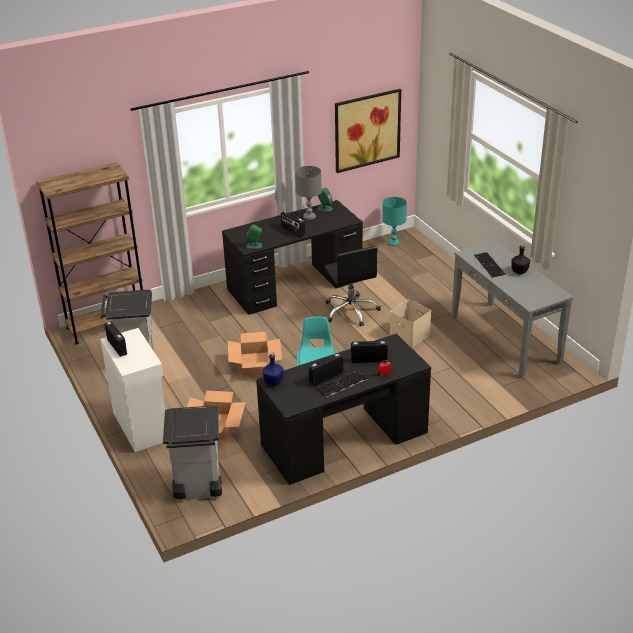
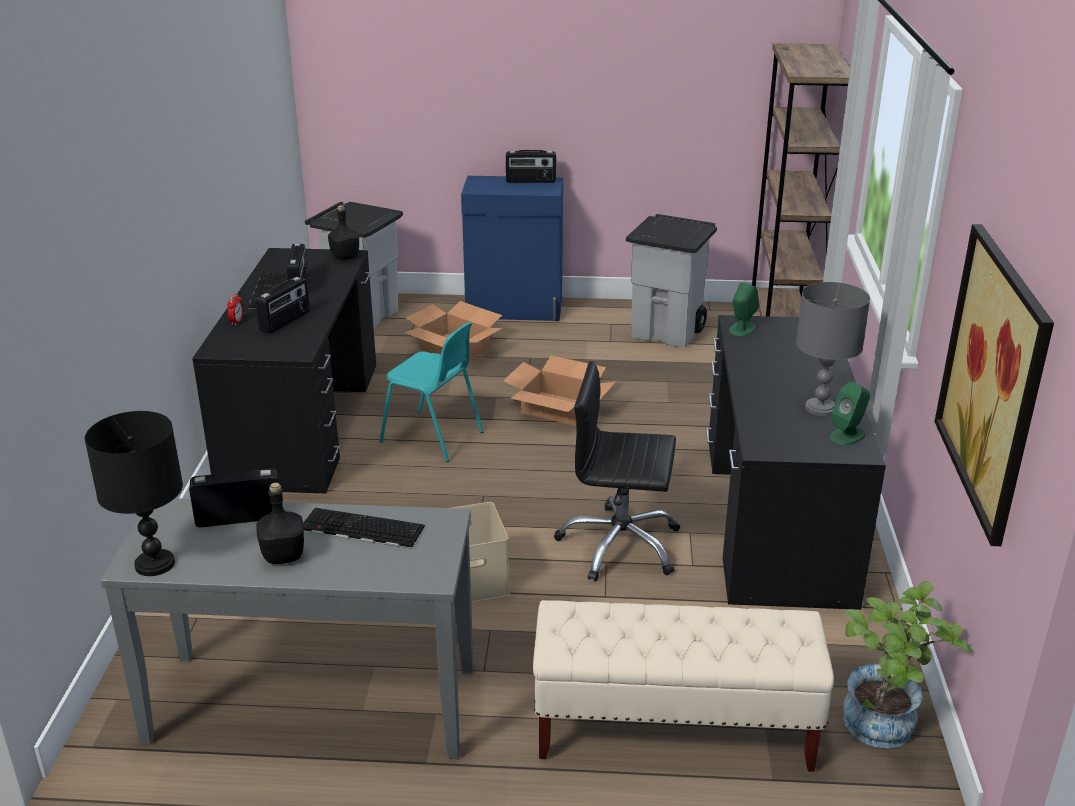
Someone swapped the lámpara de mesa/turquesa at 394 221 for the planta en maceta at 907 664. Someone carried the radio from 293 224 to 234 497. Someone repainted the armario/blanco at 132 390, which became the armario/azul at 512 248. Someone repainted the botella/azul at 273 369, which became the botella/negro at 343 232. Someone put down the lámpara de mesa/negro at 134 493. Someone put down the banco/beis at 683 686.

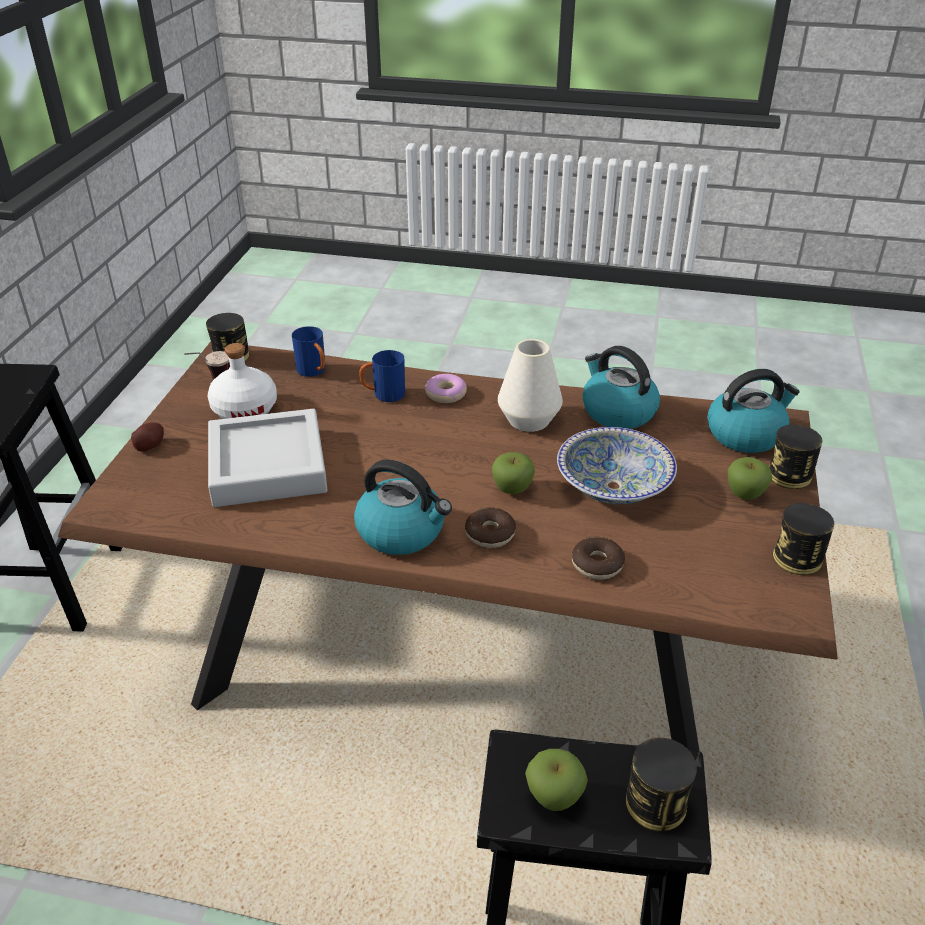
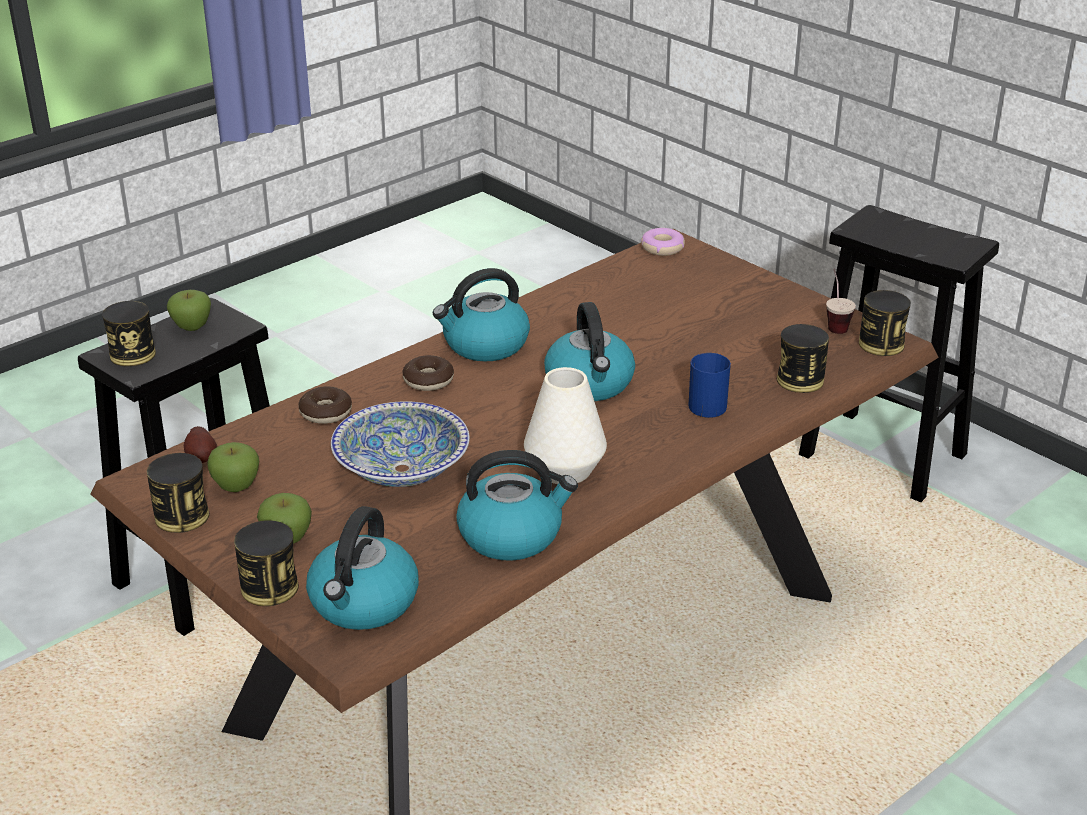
Someone swapped the taza grande/azul at 309 351 for the lata at 803 358. Someone took away the botella/blanco at 242 381. Someone carried the rosquilla from 446 388 to 663 242. Someone took away the bandeja/gris at 267 458. Someone carried the patata from 147 437 to 200 444. Someone carried the manzana from 513 473 to 233 467. Someone put down the hervidor at 589 351.

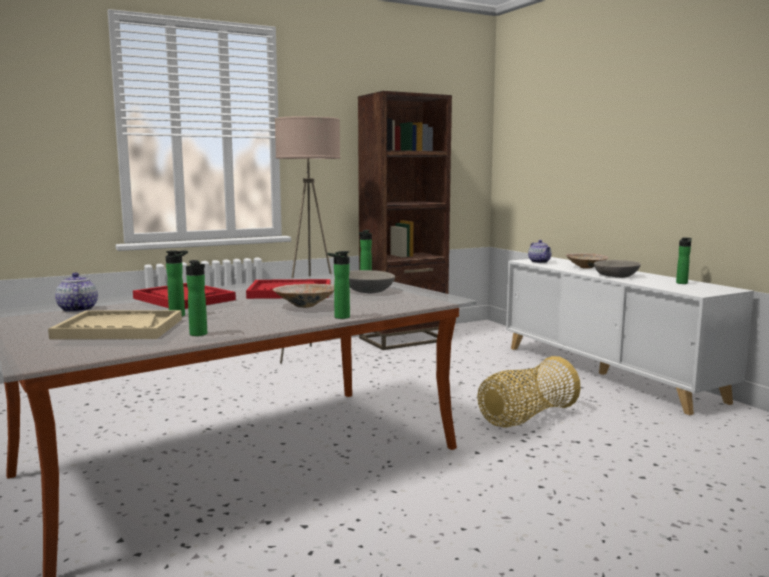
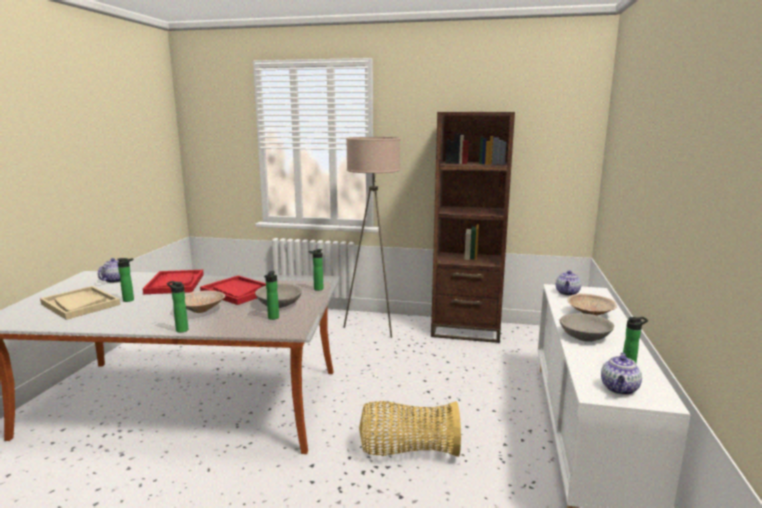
Someone carried the botella from 196 298 to 271 295. Someone put down the tetera at 621 373.

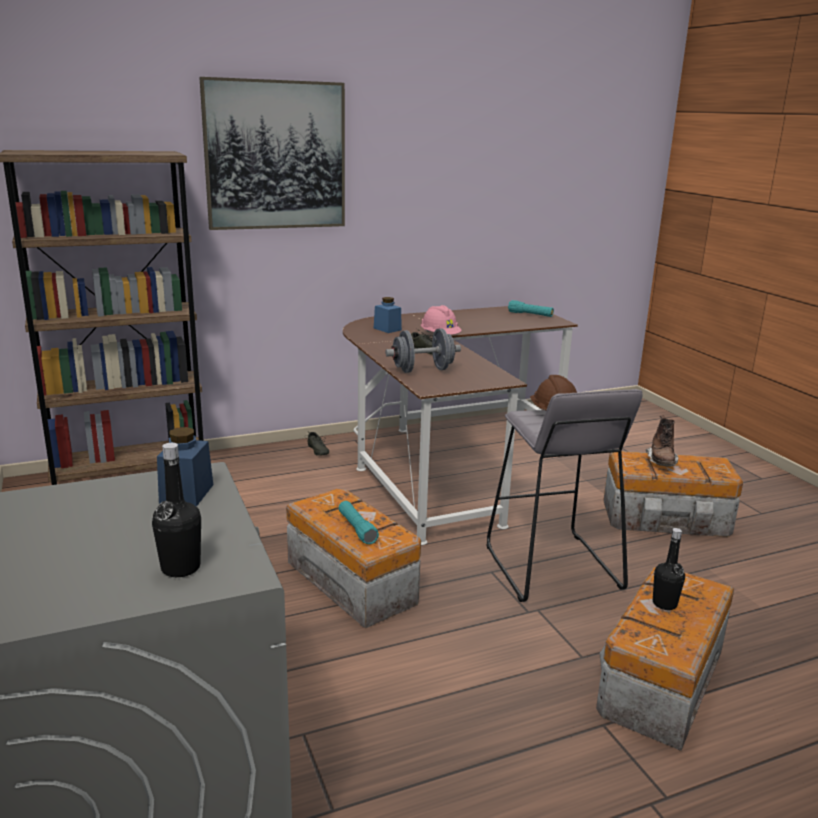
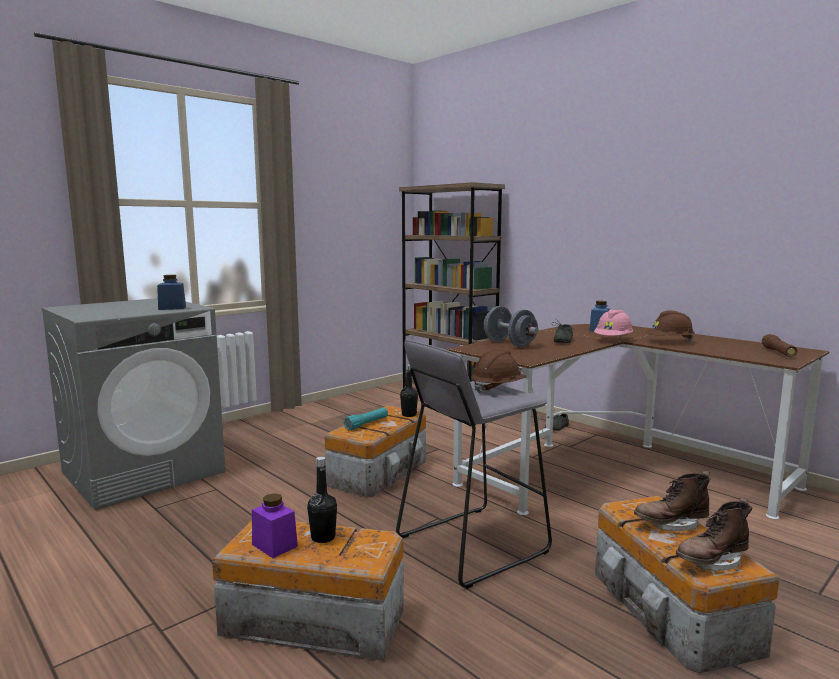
Someone took away the cuadro at 272 153. Someone repainted the linterna/turquesa at 531 308, which became the linterna/marrón at 780 345. Someone carried the botella/negro from 176 510 to 409 391. Someone put down the casco/marrón at 670 326. Someone put down the tarro/morado at 275 525. Someone put down the bota/marrón at 714 534.

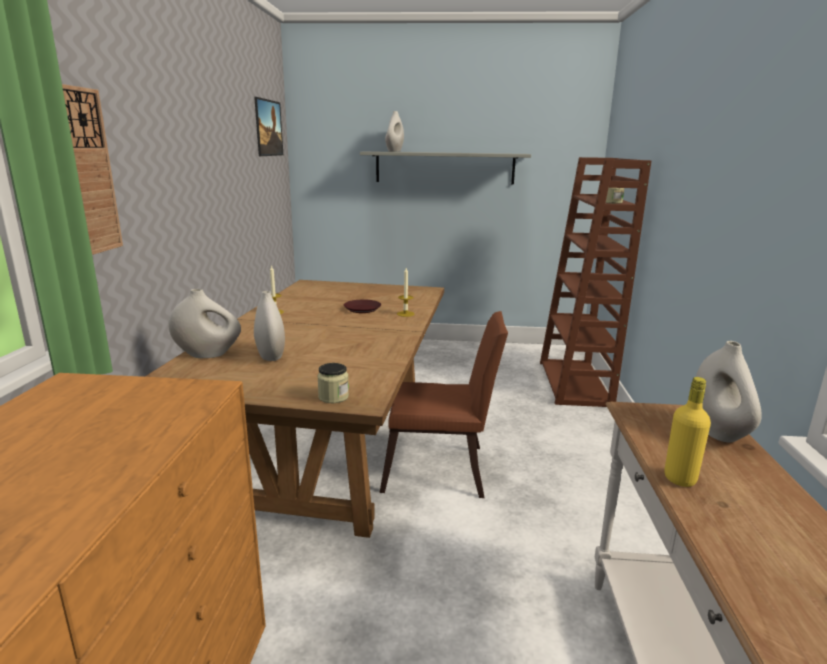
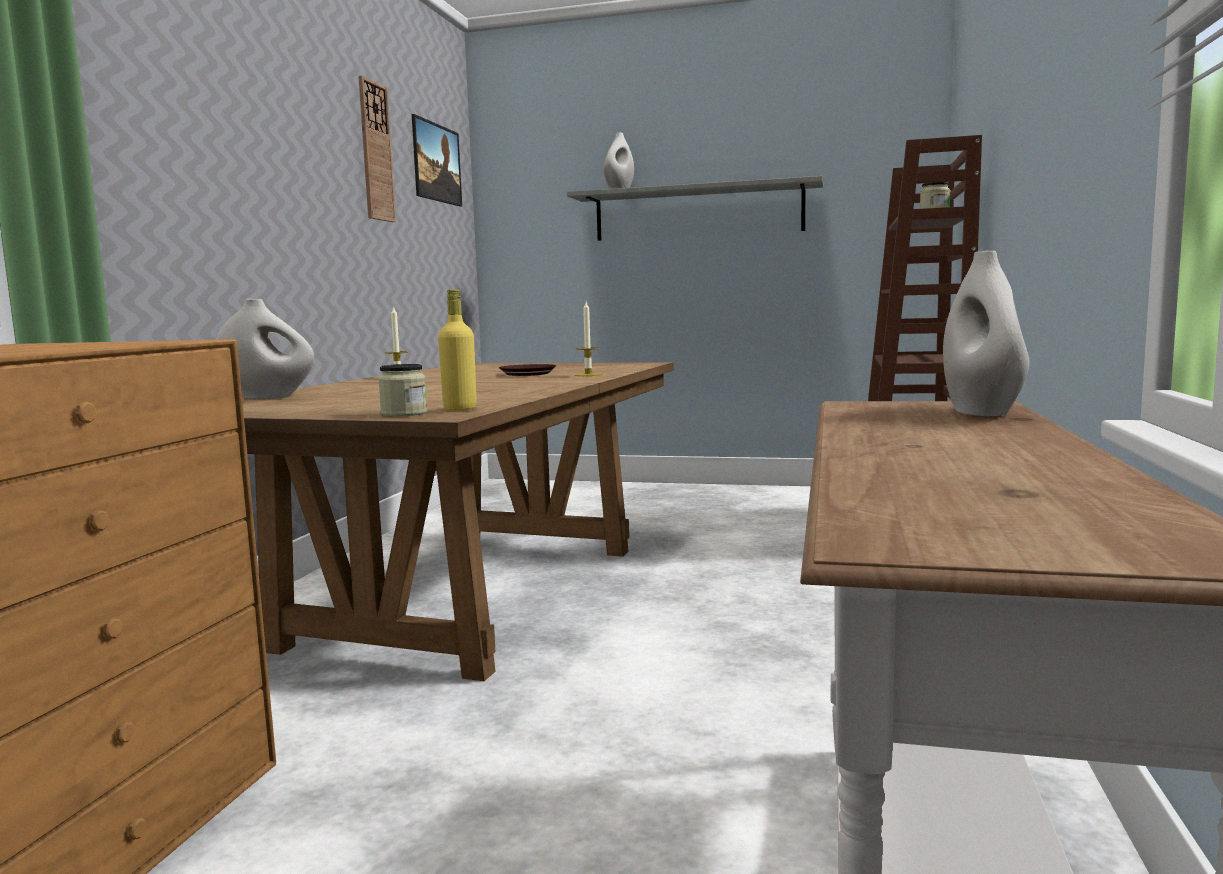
Someone carried the reloj de pared from 92 169 to 377 148. Someone took away the florero/blanco at 269 326. Someone took away the silla/marrón at 443 404. Someone carried the botella/amarillo from 687 432 to 457 350.

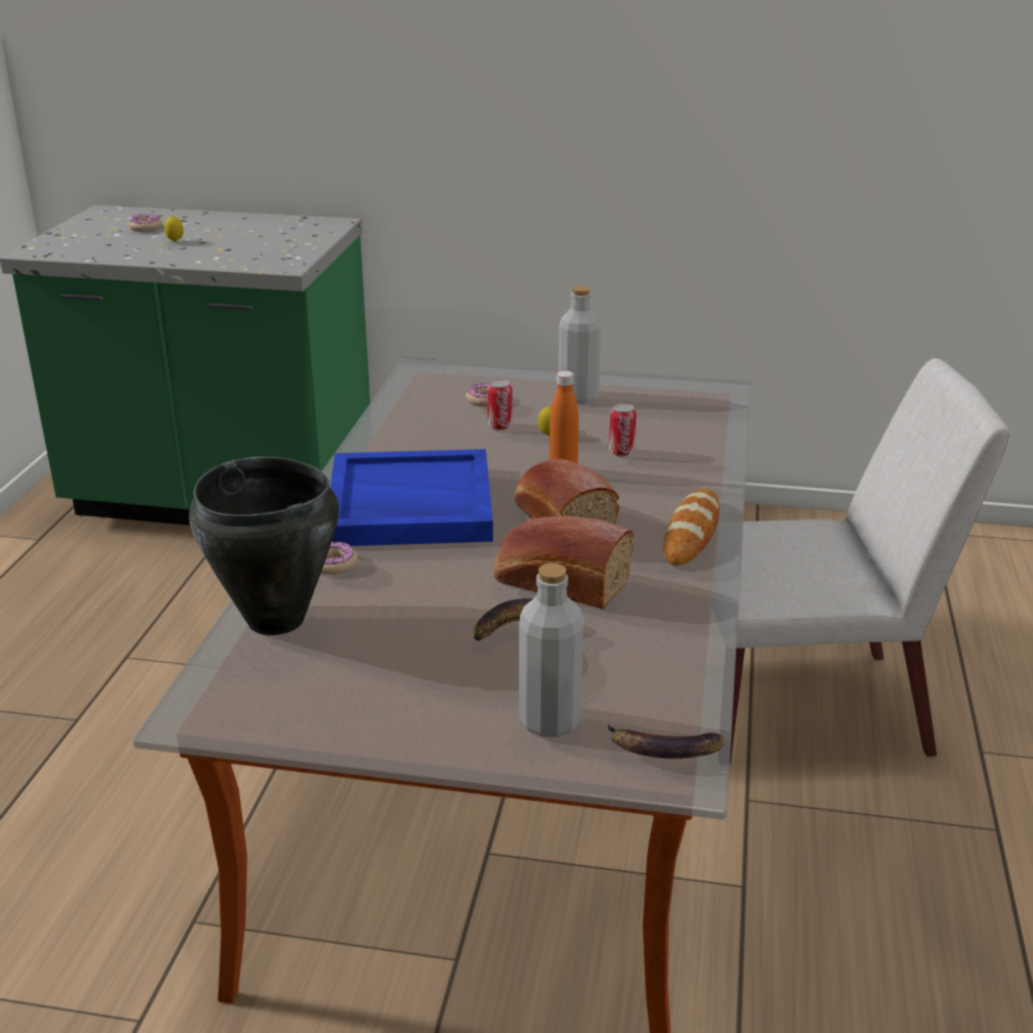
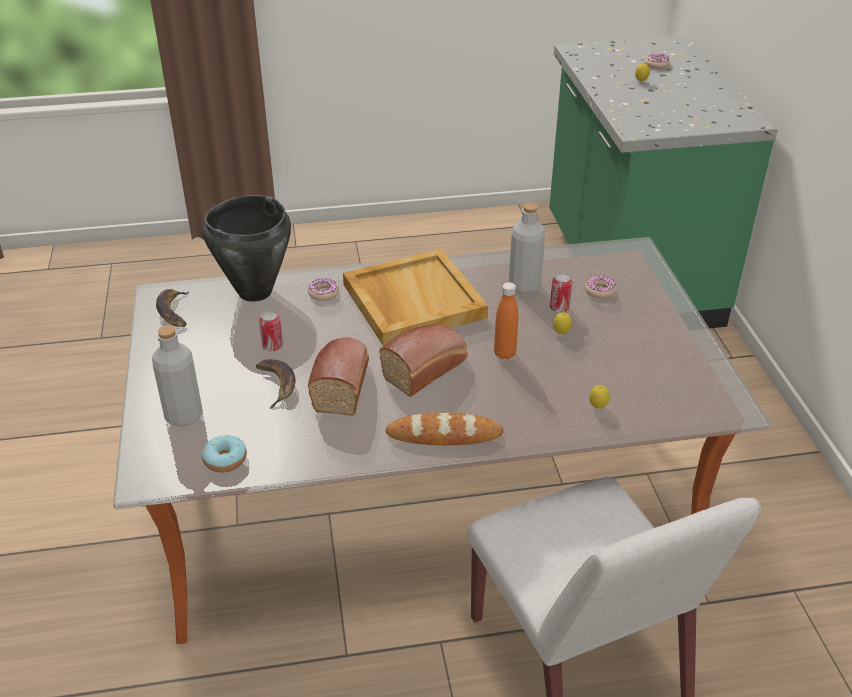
Someone carried the botella/gris from 580 345 to 527 248. Someone carried the lata from 622 429 to 271 330. Someone repainted the bandeja/azul at 411 497, which became the bandeja/beis at 415 297. Someone carried the plátano from 666 742 to 172 308. Someone put down the limón at 599 397. Someone put down the rosquilla at 224 454.

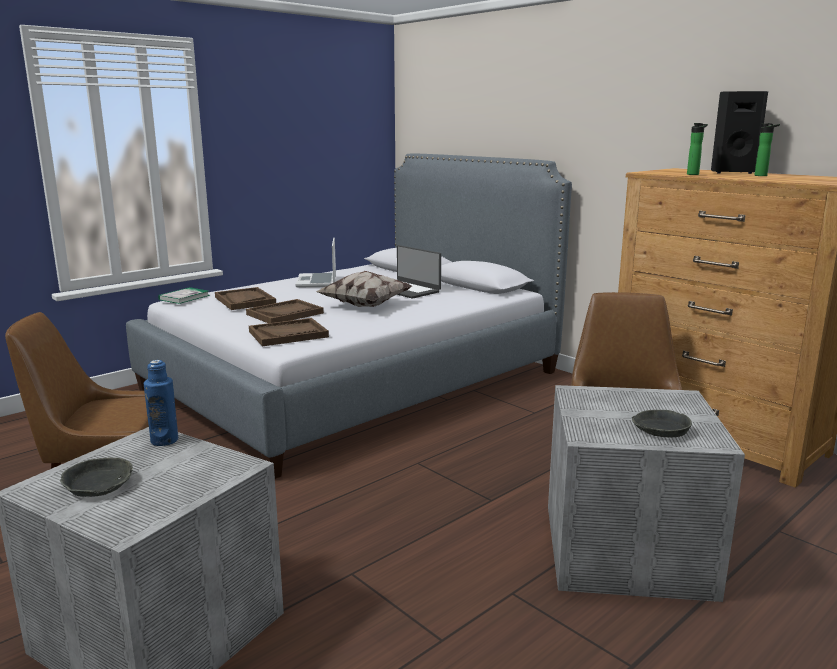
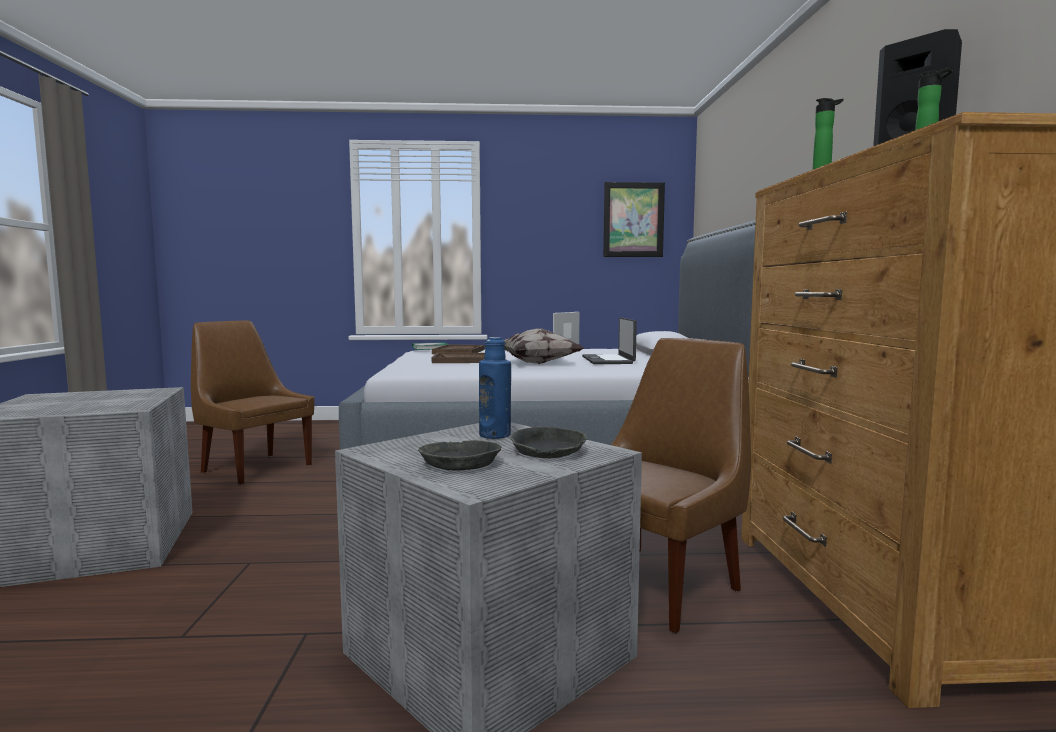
Someone took away the bandeja/marrón at 289 332. Someone carried the botella/azul from 161 403 to 495 388. Someone carried the cuenco/gris from 96 477 to 548 442. Someone put up the cuadro at 634 219.

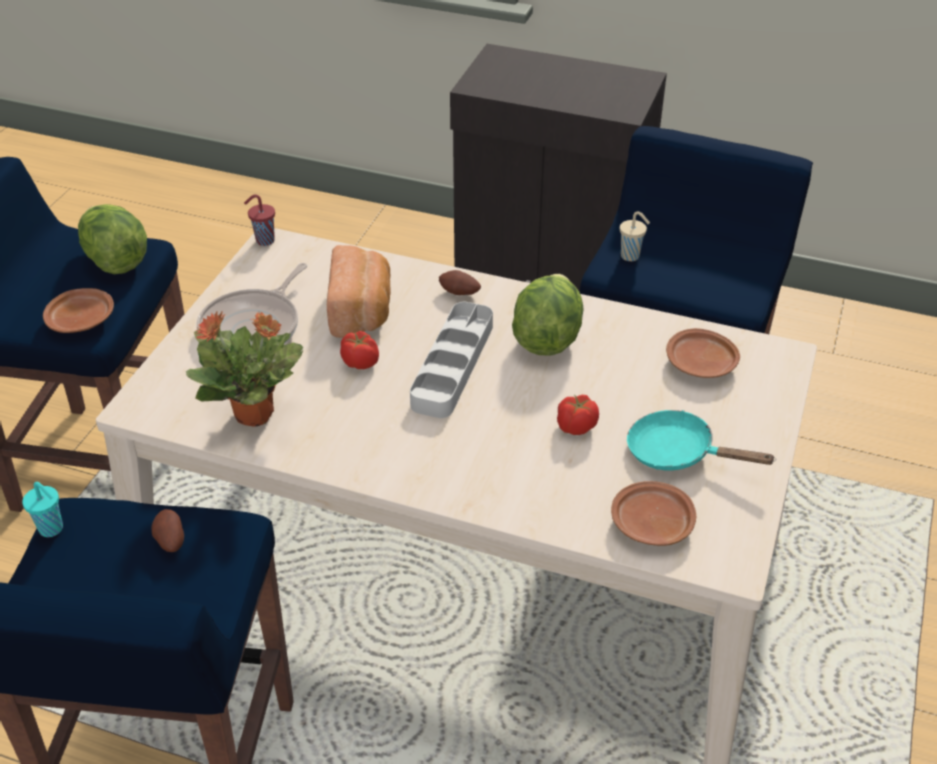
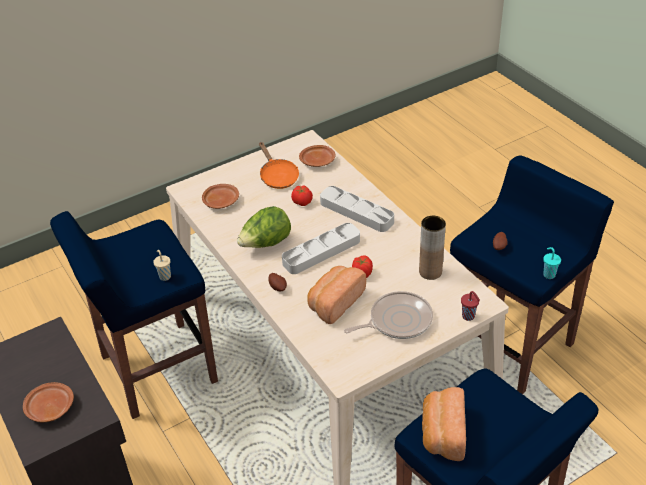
Someone carried the taza/rojo from 259 220 to 470 306. Someone swapped the lechuga at 112 239 for the pan at 444 424. Someone carried the plato/marrón from 78 310 to 48 402. Someone swapped the planta en maceta at 244 369 for the florero/marrón at 432 248. Someone repainted the sartén/turquesa at 701 440, which became the sartén/naranja at 279 165. Someone put down the bandeja/gris at 357 209.

